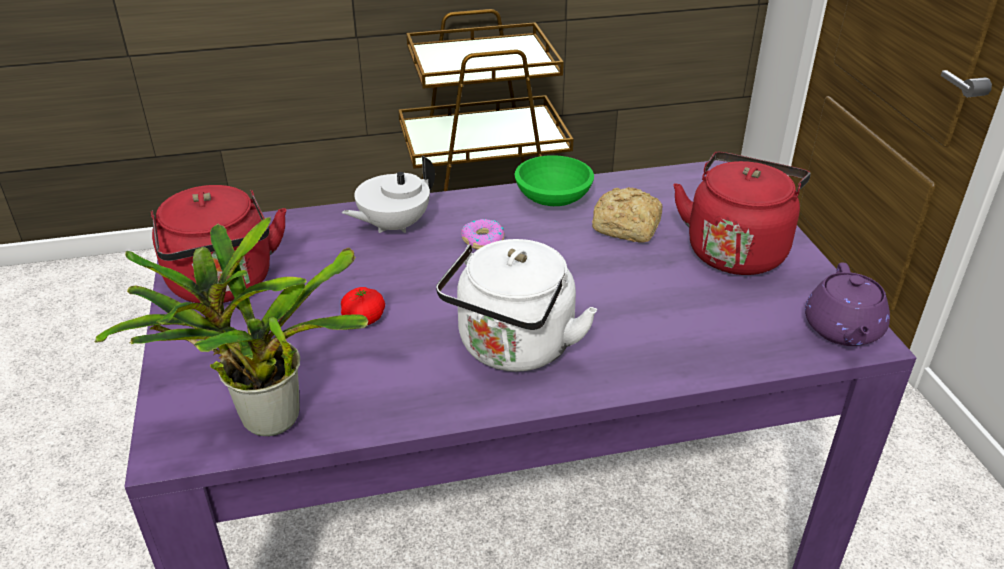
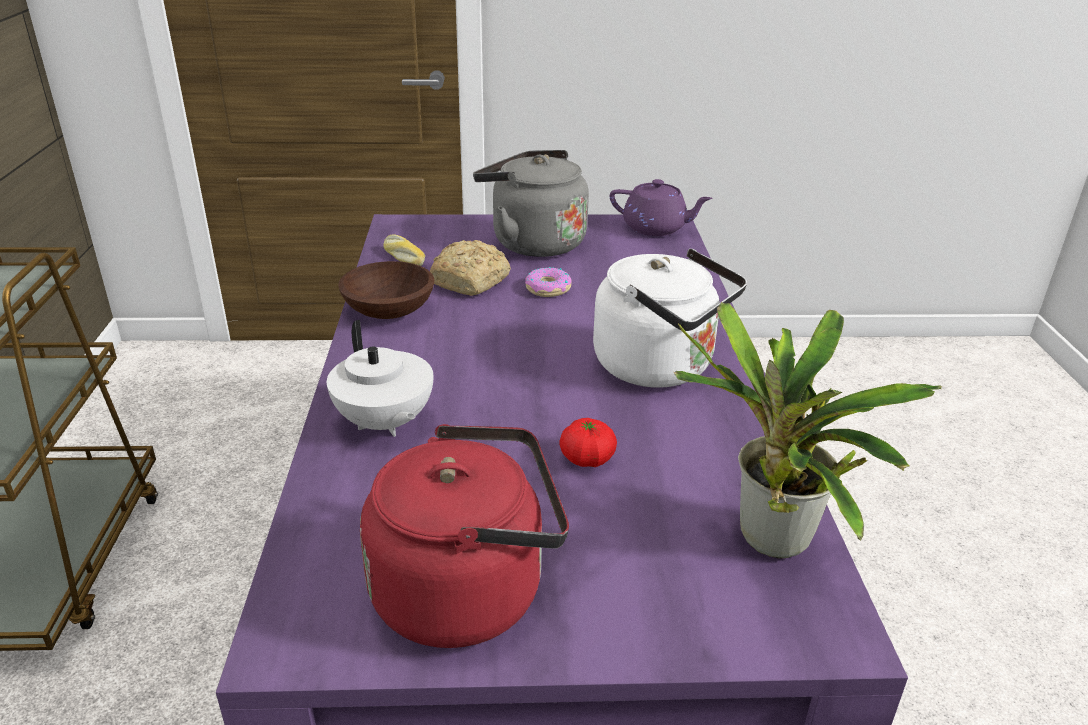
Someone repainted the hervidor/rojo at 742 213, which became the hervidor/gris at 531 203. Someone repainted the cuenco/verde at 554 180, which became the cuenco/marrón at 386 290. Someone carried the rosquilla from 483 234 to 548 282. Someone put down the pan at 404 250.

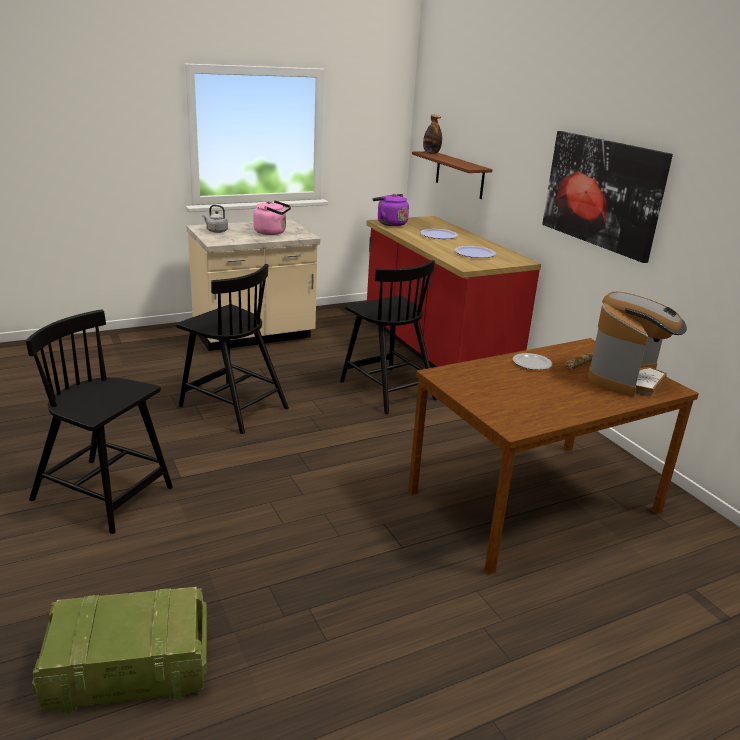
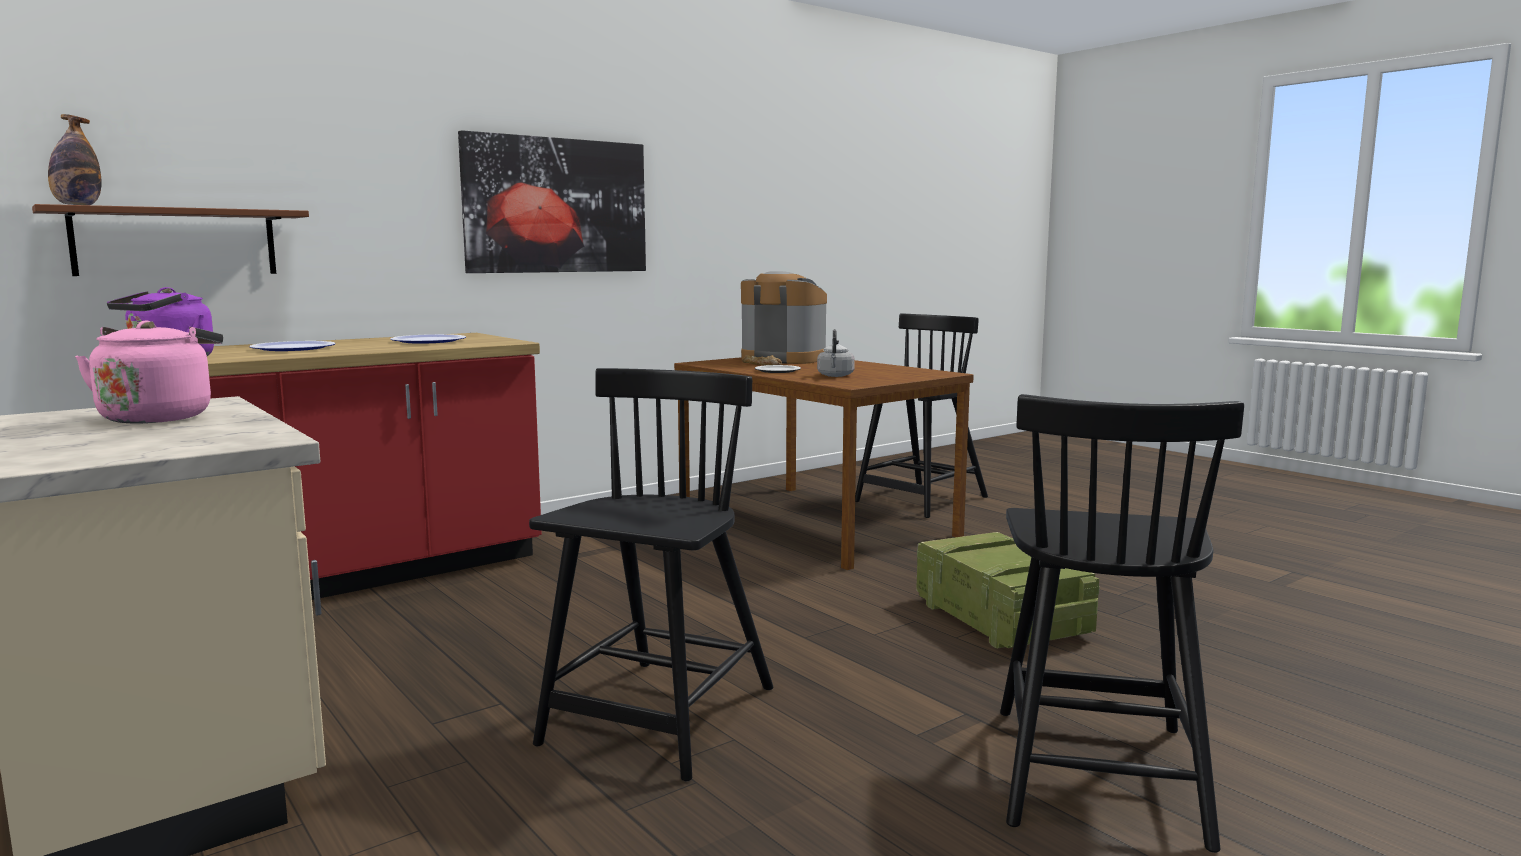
Someone carried the hervidor/gris from 215 219 to 836 353. Someone carried the silla/negro from 388 337 to 921 416. Someone carried the caja de embalaje from 119 650 to 1007 590.

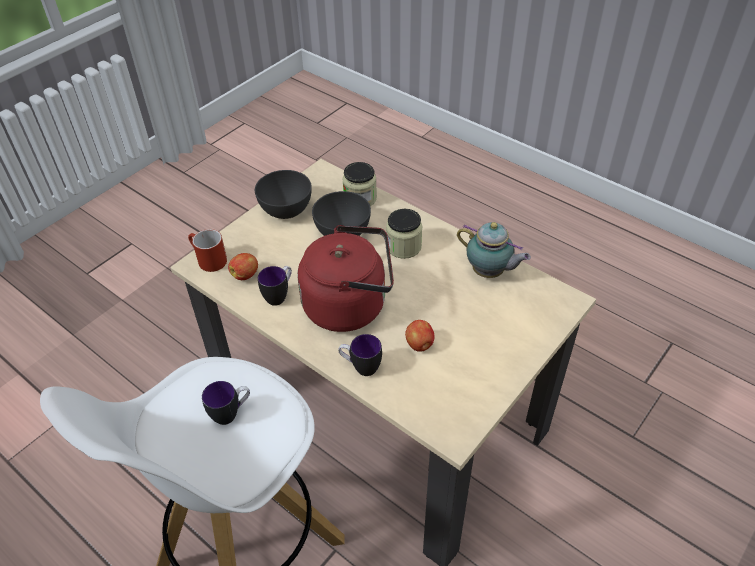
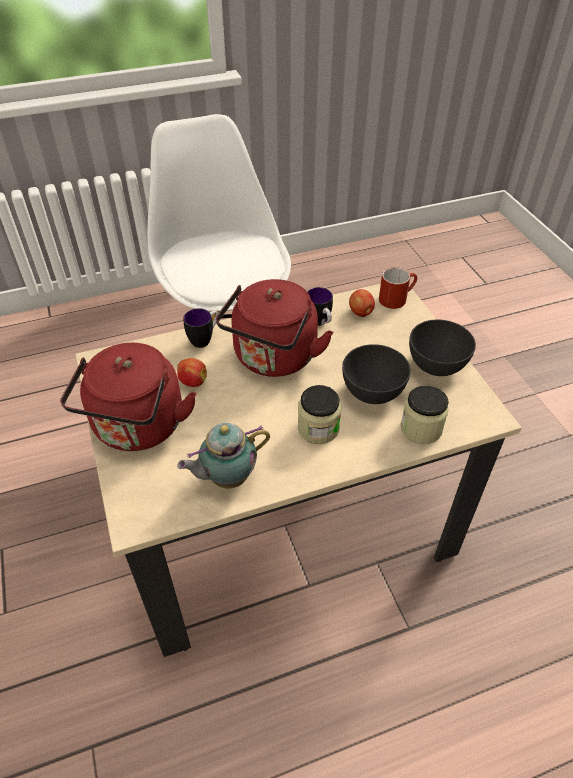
Someone took away the taza grande at 226 403. Someone put down the hervidor/rojo at 128 397.

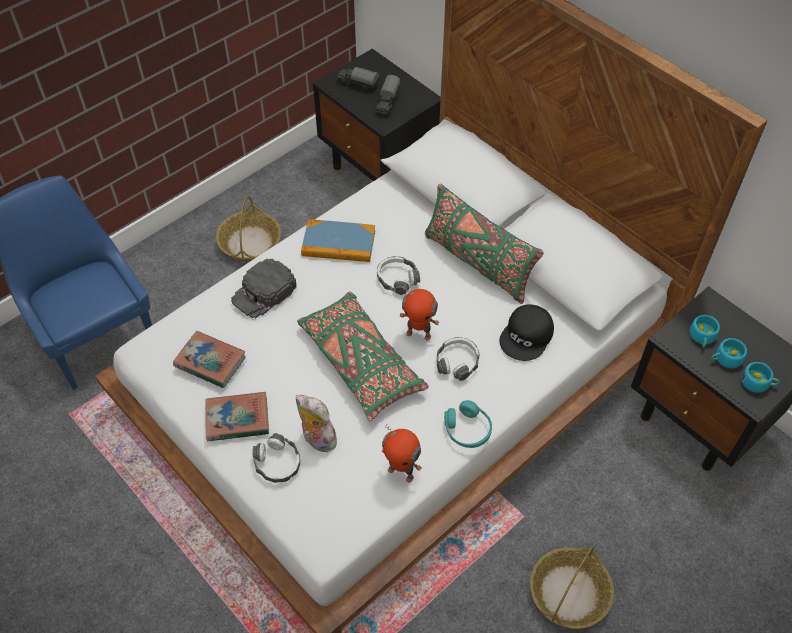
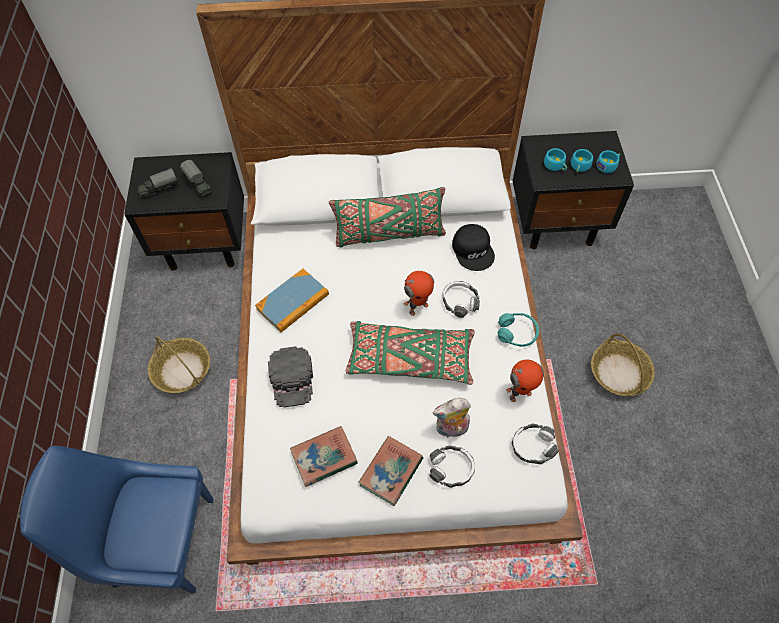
Someone carried the auriculares from 398 275 to 535 443.

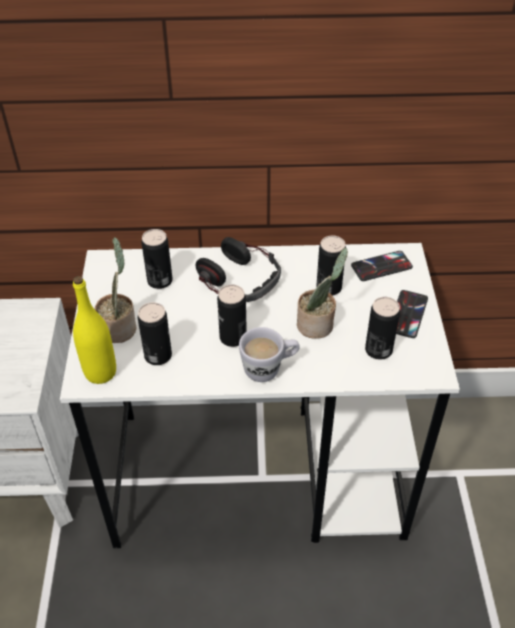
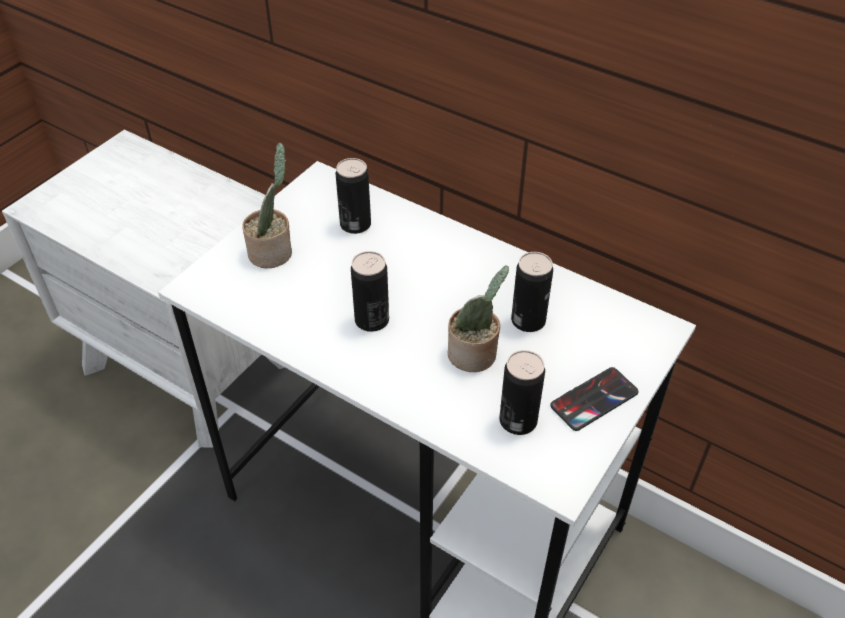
Someone took away the auriculares at 238 269. Someone took away the móvil at 382 266. Someone took away the botella/amarillo at 94 330. Someone took away the lata at 155 333. Someone took away the taza grande/blanco at 269 354.

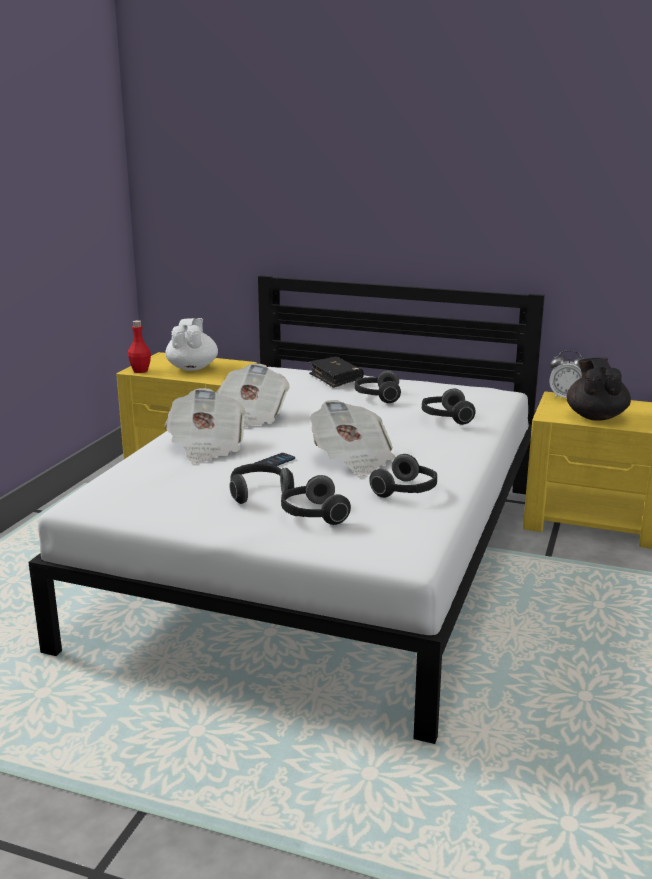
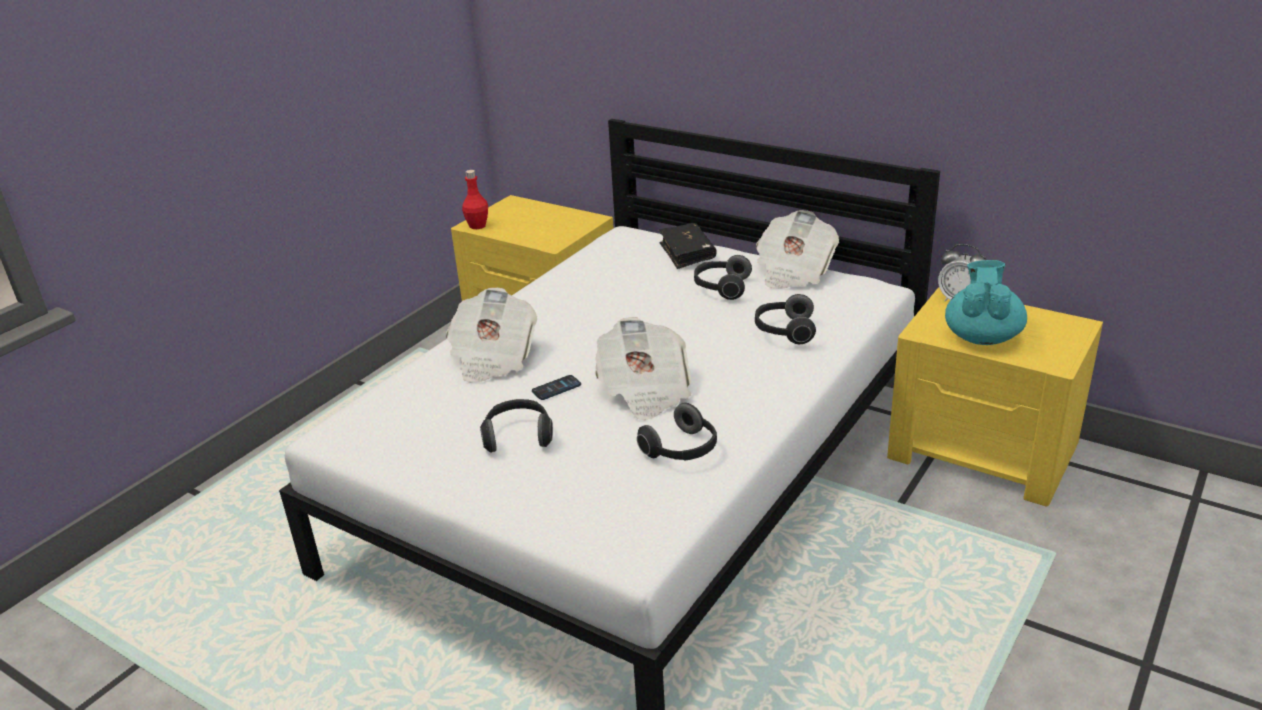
Someone took away the tetera/blanco at 191 344. Someone repainted the tetera/negro at 598 389, which became the tetera/turquesa at 986 302. Someone carried the periódico from 253 395 to 797 249. Someone took away the auriculares at 316 500.

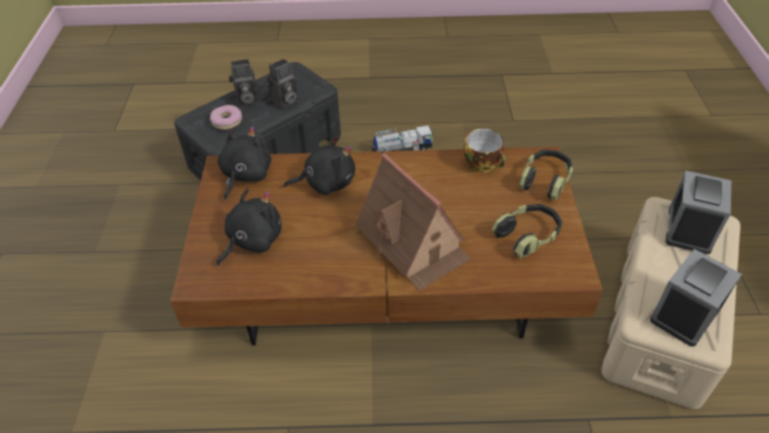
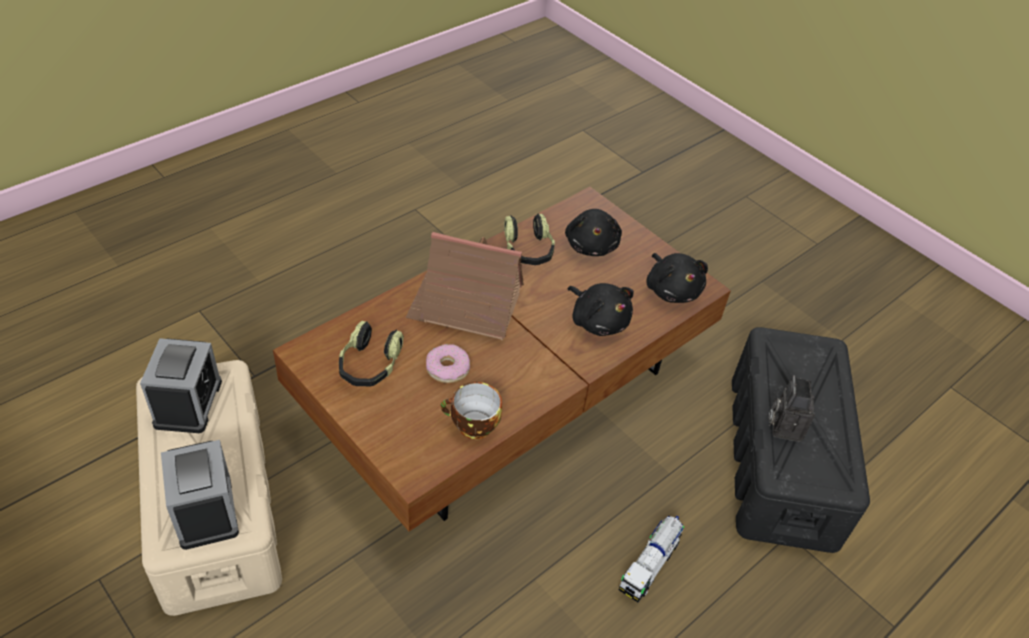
Someone took away the cámara at 244 82. Someone carried the rosquilla from 226 117 to 448 363. Someone rotated the peluche/negro at 319 165 by 75 degrees counterclockwise. Someone carried the auriculares from 546 174 to 529 239.

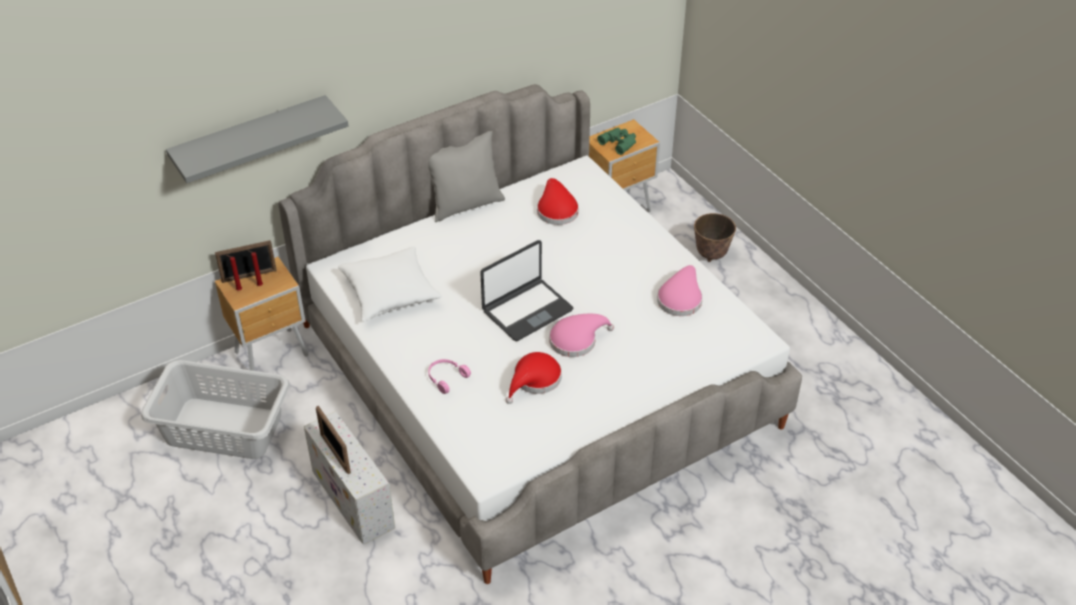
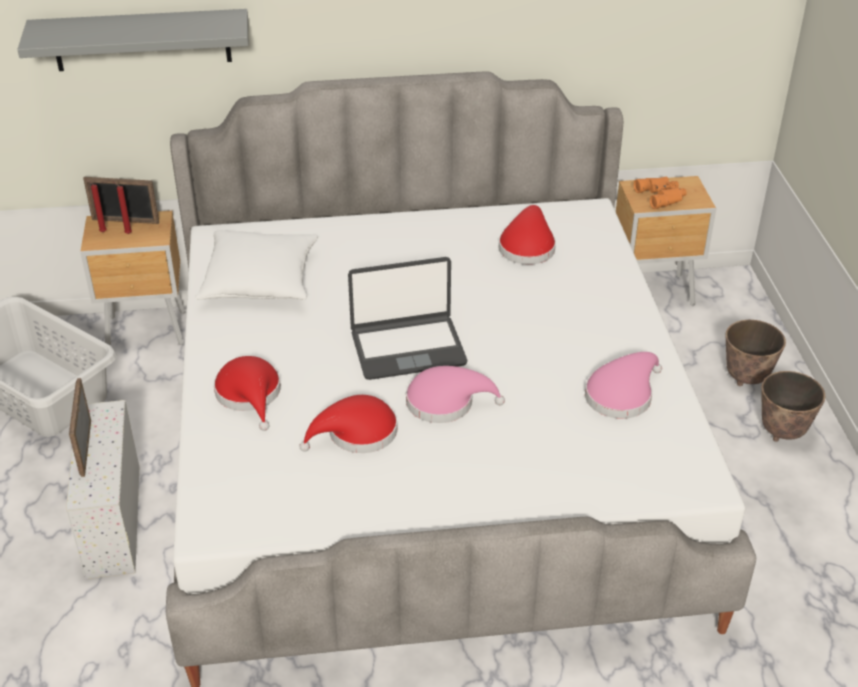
Someone repainted the prismáticos/verde at 616 141, which became the prismáticos/naranja at 660 192. Someone took away the cojín/gris at 466 176. Someone swapped the auriculares/rosa at 449 376 for the sombrero/rojo at 247 393. Someone put down the maceta at 793 406.

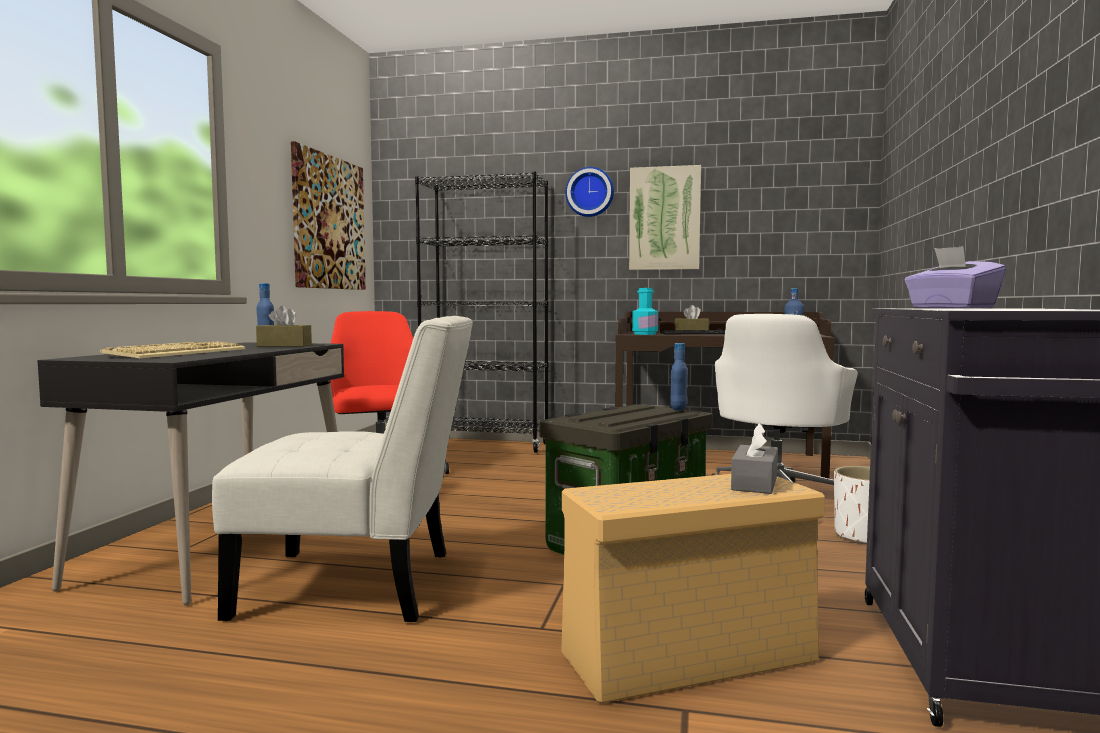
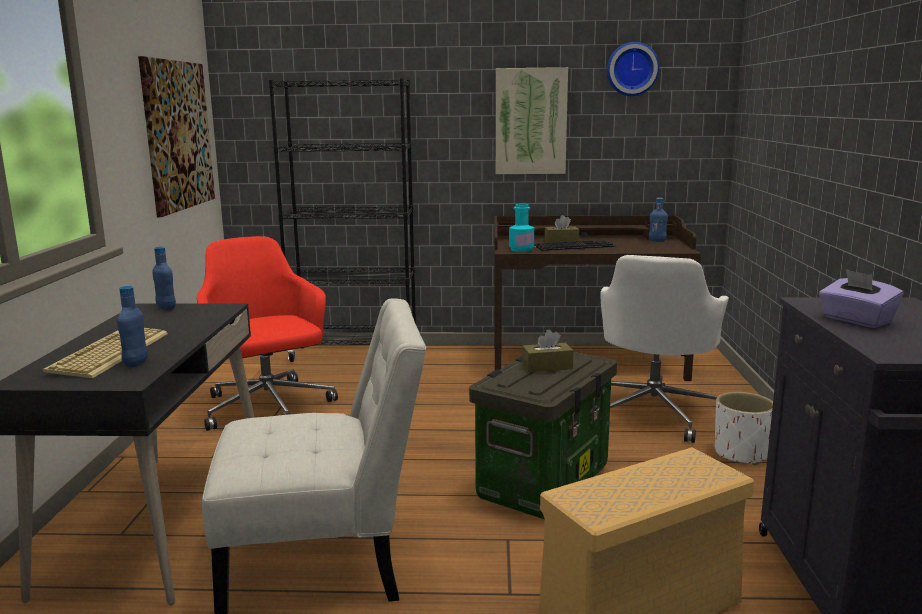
Someone carried the reloj de pared from 590 192 to 633 69. Someone carried the caja de pañuelos/marrón from 284 326 to 548 350. Someone carried the botella/azul from 679 377 to 132 326. Someone took away the caja de pañuelos/gris at 754 458.

